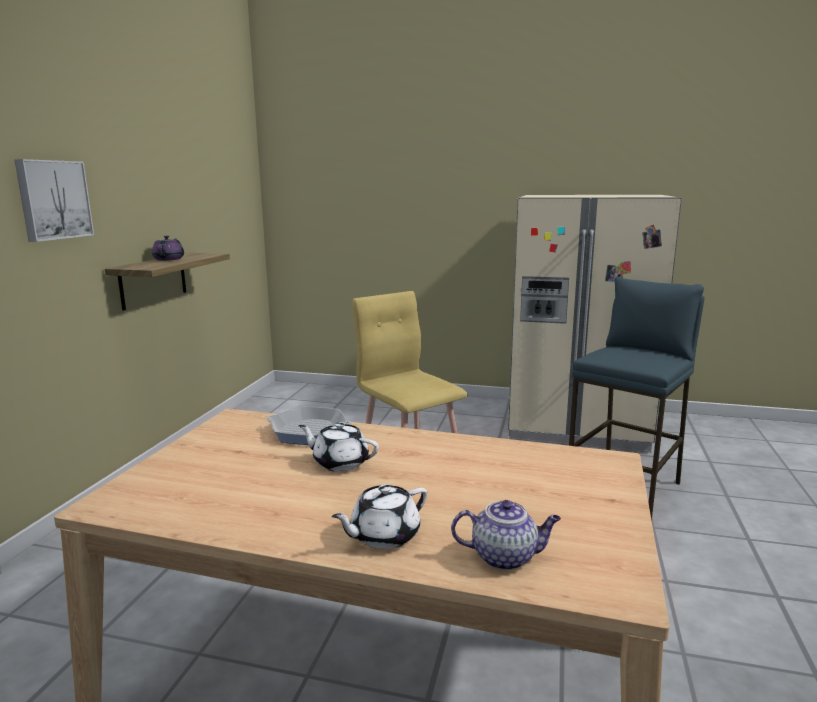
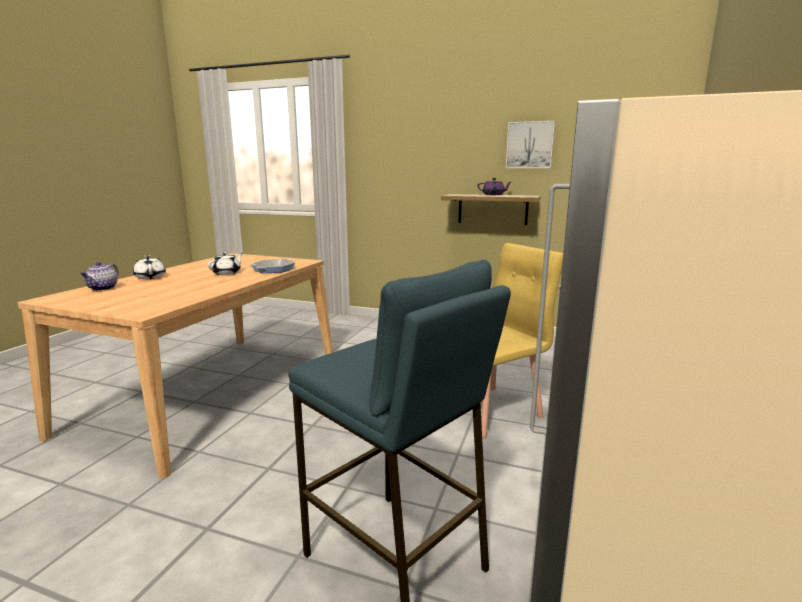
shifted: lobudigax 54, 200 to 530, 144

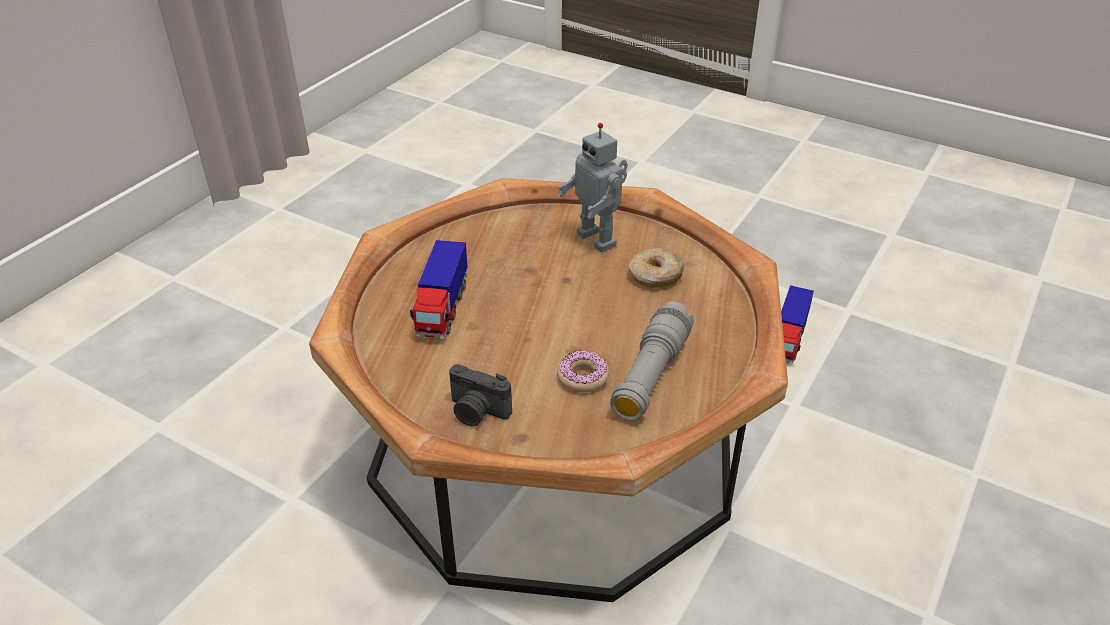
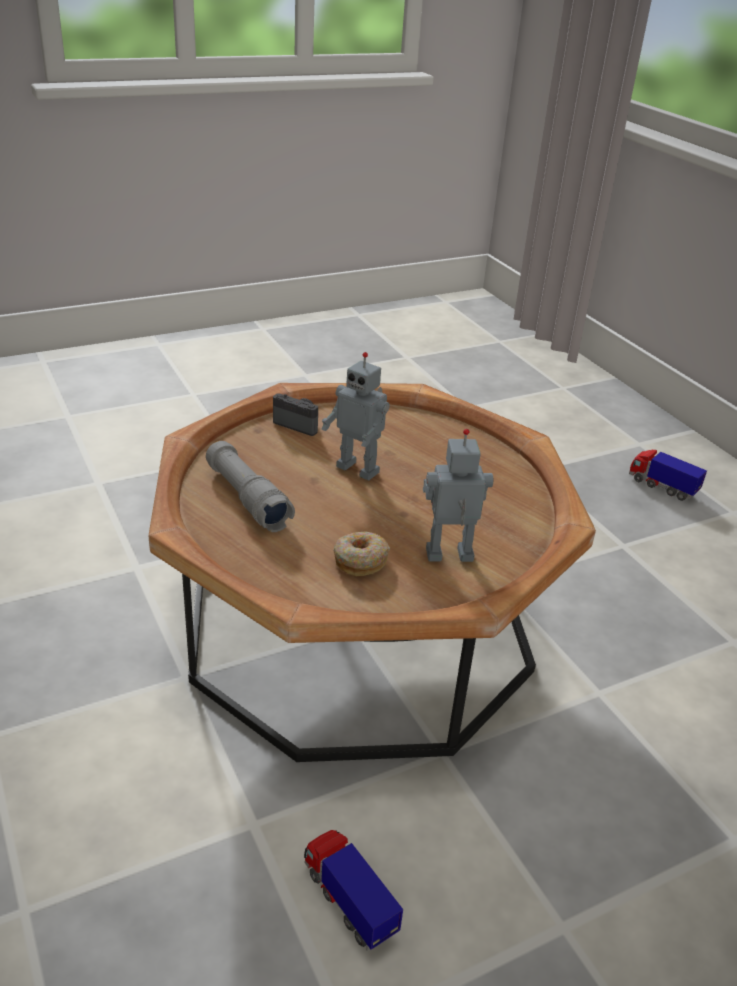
gone: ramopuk 583, 371
new: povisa 355, 416
shifted: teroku 439, 289 to 668, 475
rotated: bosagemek 480, 395 = 295, 414 60 degrees clockwise

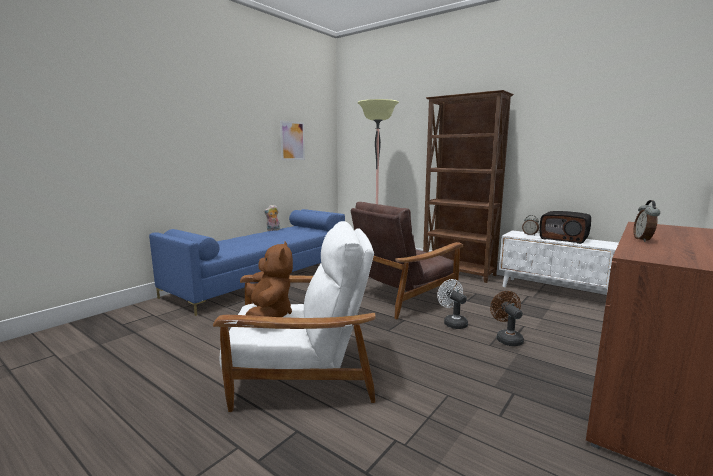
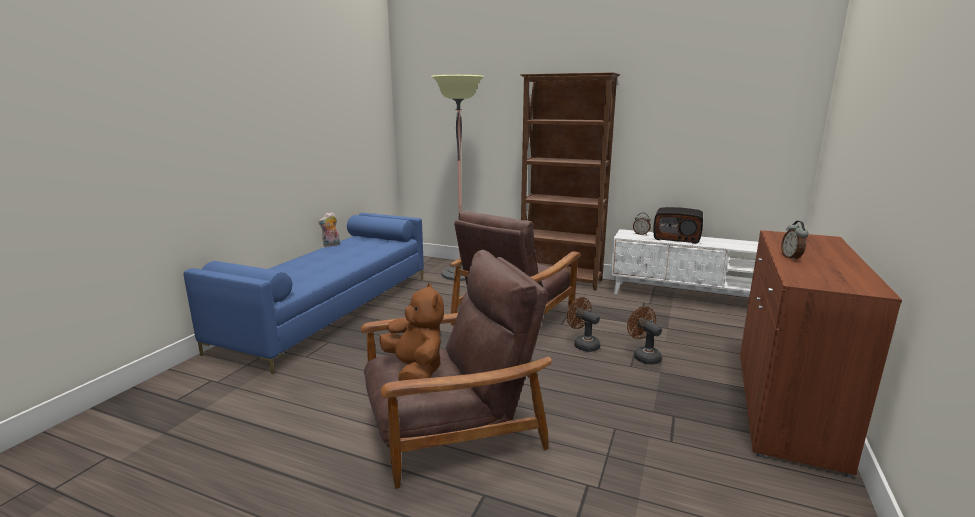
gone: lobudigax 292, 140
repainted: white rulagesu 294, 316 to brown rulagesu 456, 369; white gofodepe 452, 304 to brown gofodepe 583, 324

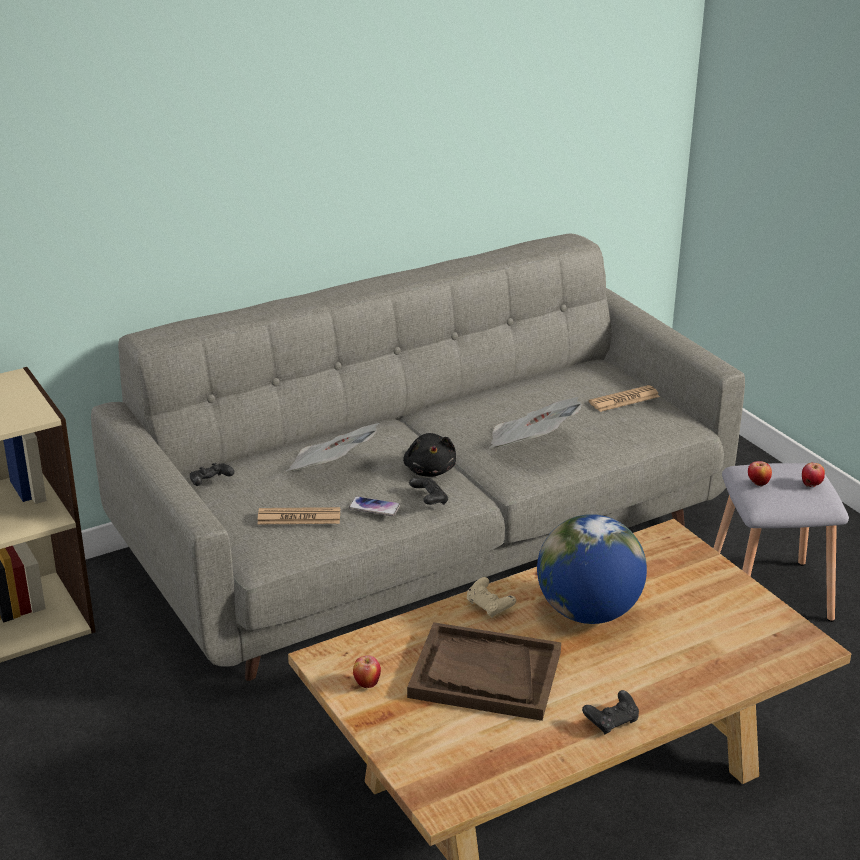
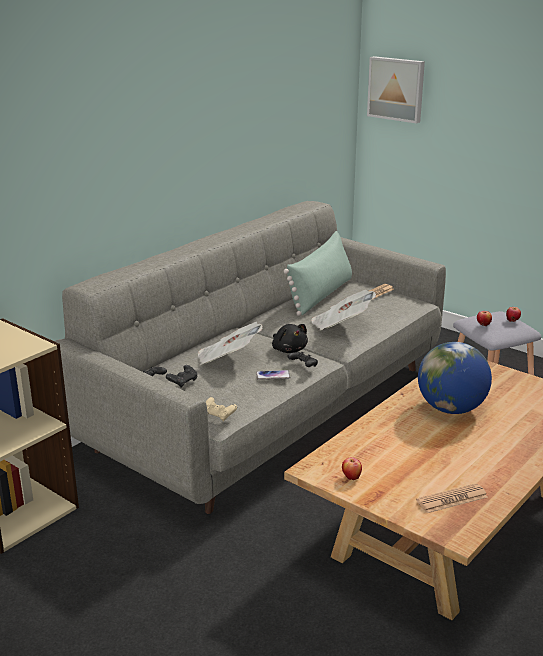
gone: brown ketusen 484, 671
new: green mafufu 318, 273; lobudigax 396, 90
shifted: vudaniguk 299, 515 to 452, 498; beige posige 491, 597 to 221, 409; black posige 610, 712 to 181, 376

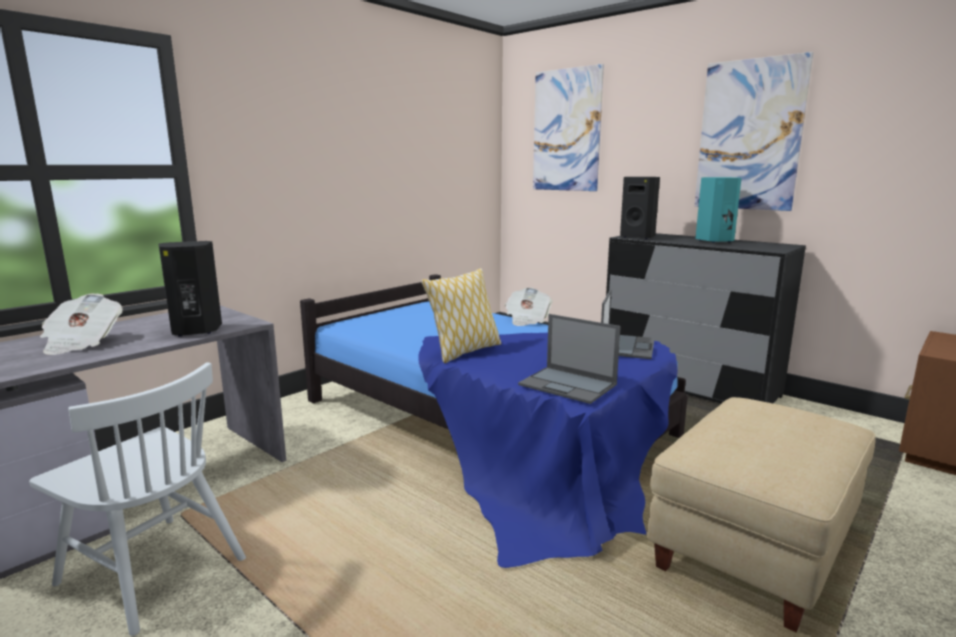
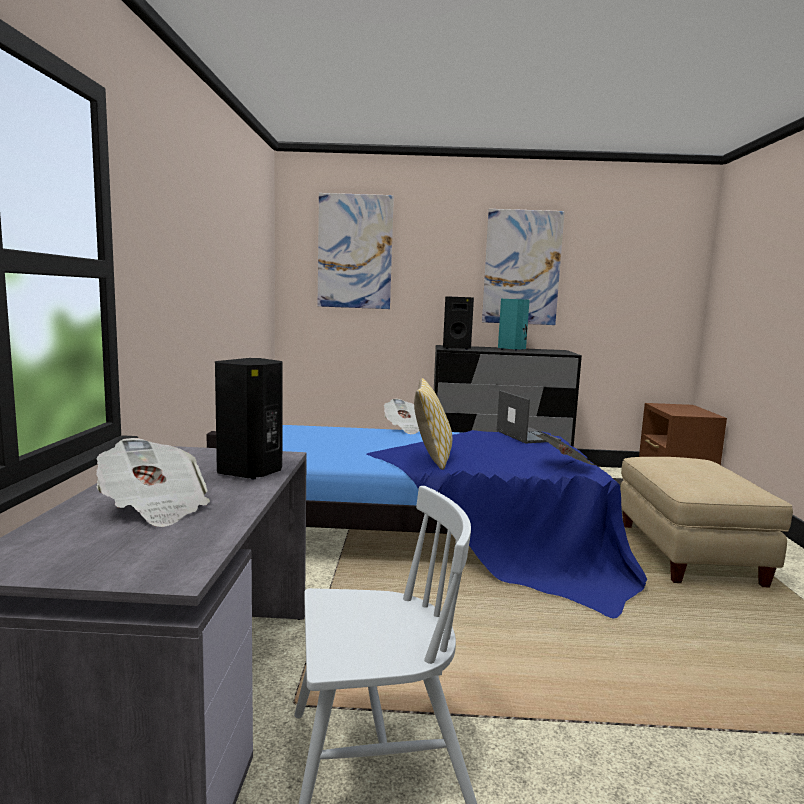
swapped: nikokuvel 569, 359 to vudaniguk 565, 449

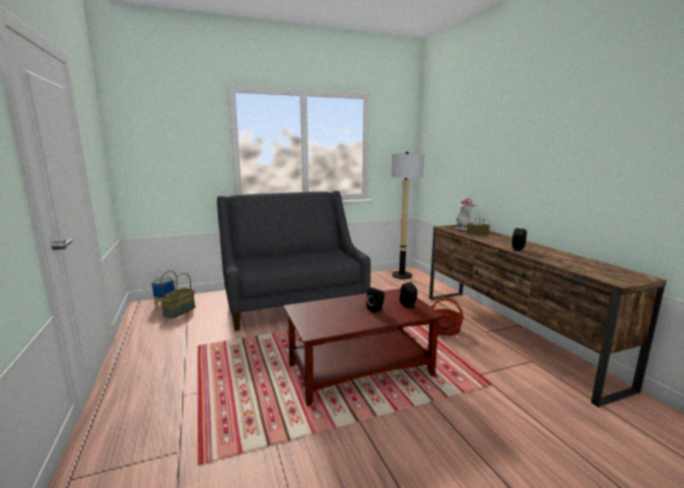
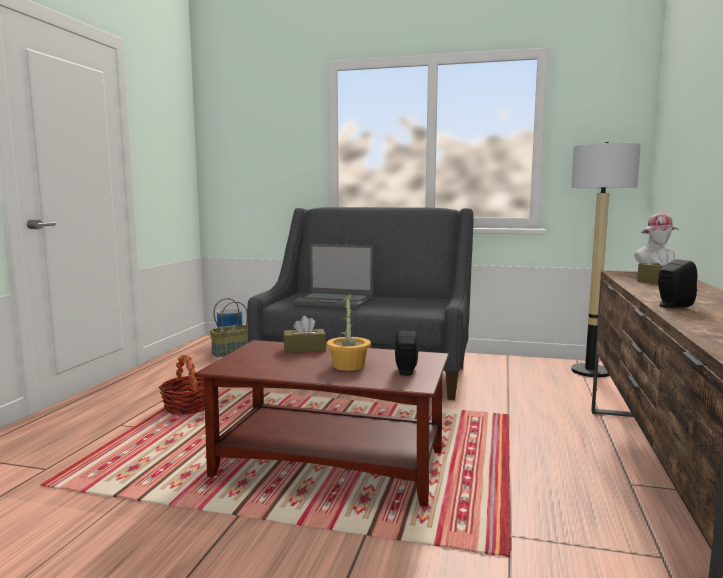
new: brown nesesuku 304, 334; nikokuvel 332, 276
shifted: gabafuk 448, 316 to 182, 385
swapped: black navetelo 375, 300 to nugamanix 348, 332

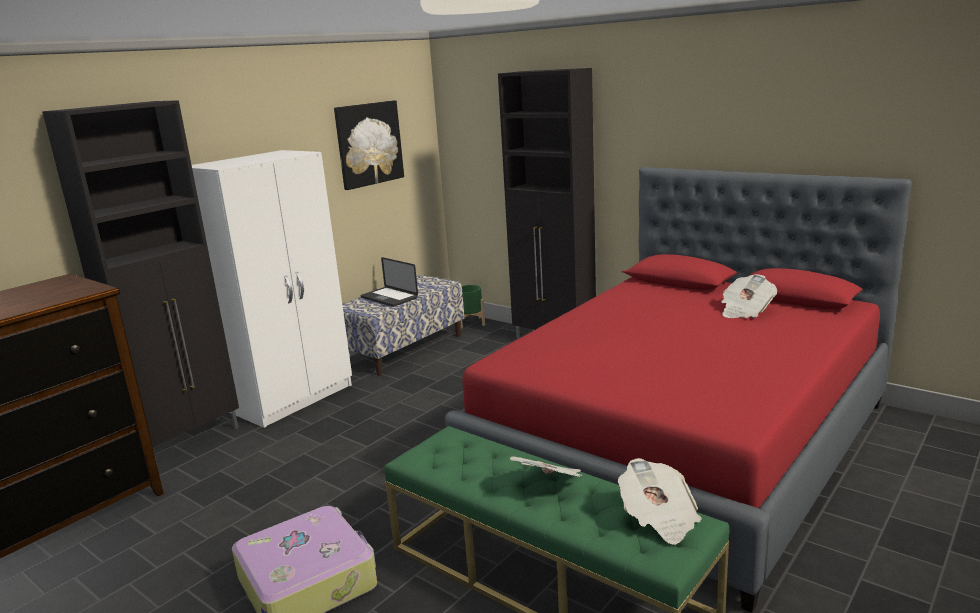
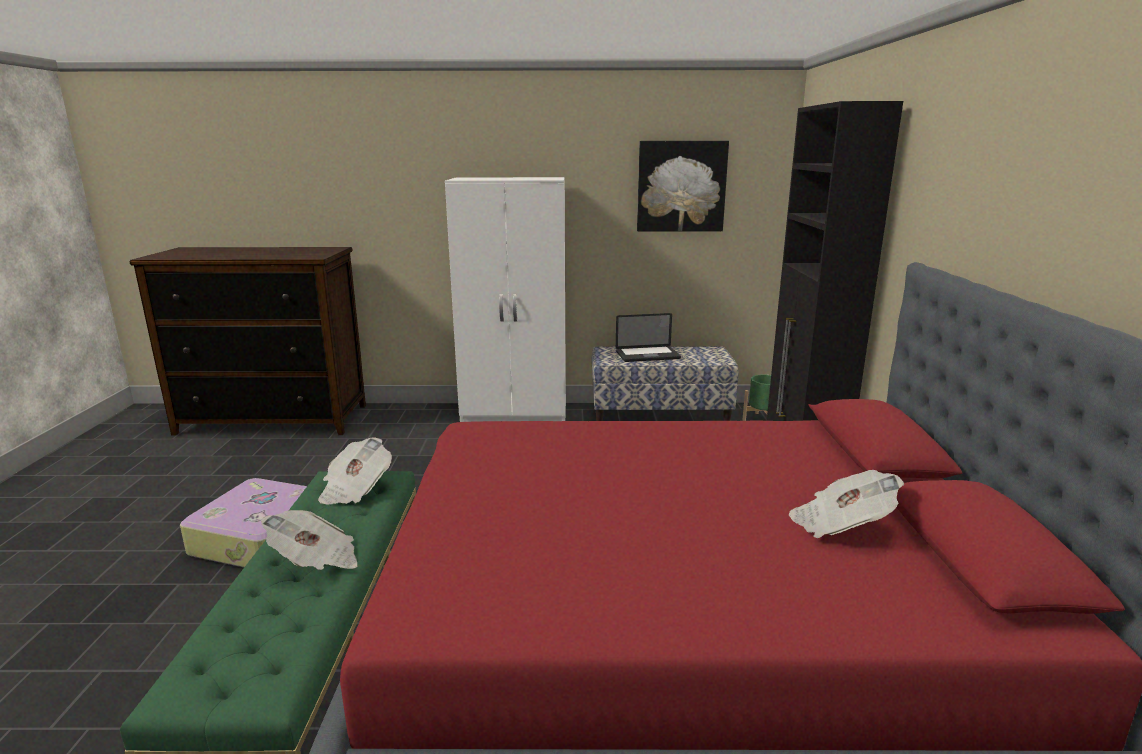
gone: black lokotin 140, 282
shifted: vudaniguk 660, 501 to 355, 470
rotated: nikokuvel 389, 282 = 648, 337 105 degrees counterclockwise

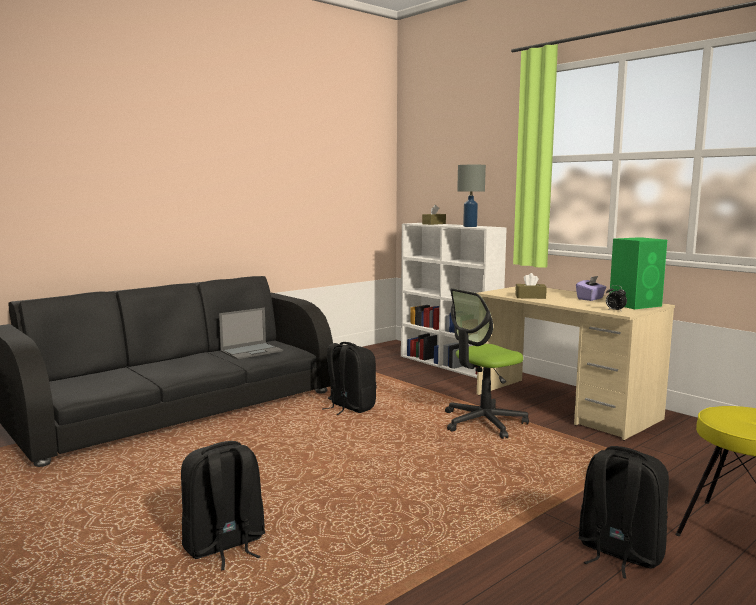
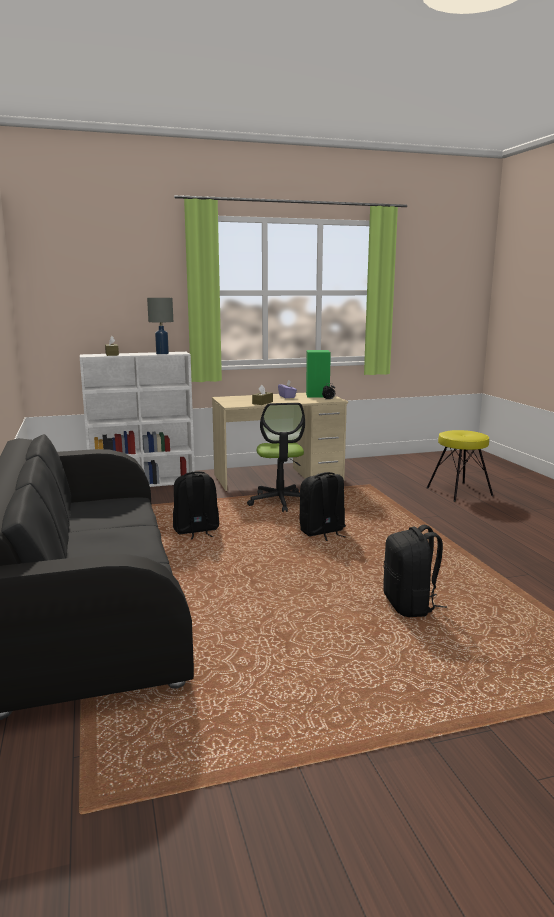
gone: nikokuvel 251, 334
shifted: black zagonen 623, 512 to 323, 506

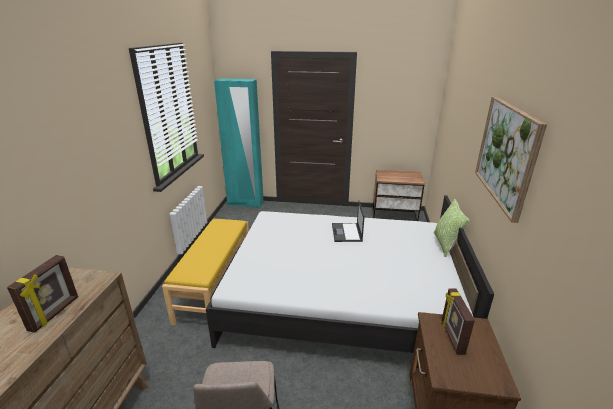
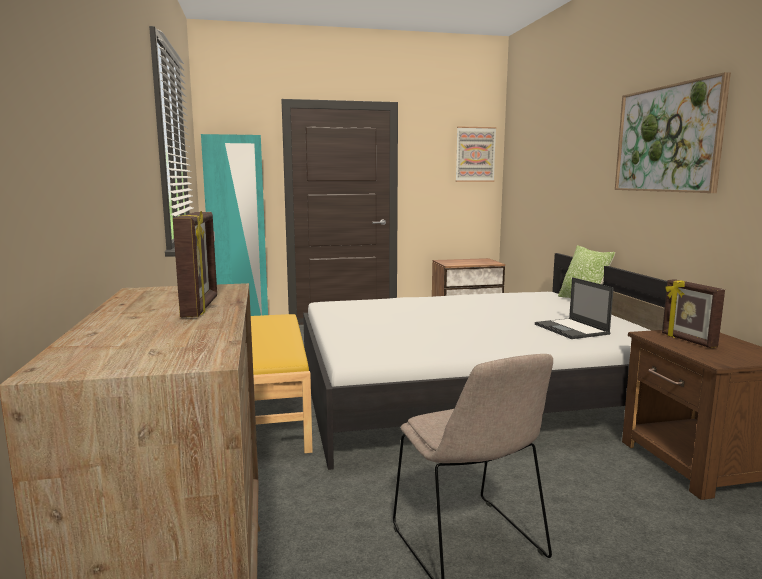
new: lobudigax 476, 154
shifted: nikokuvel 348, 221 to 574, 308

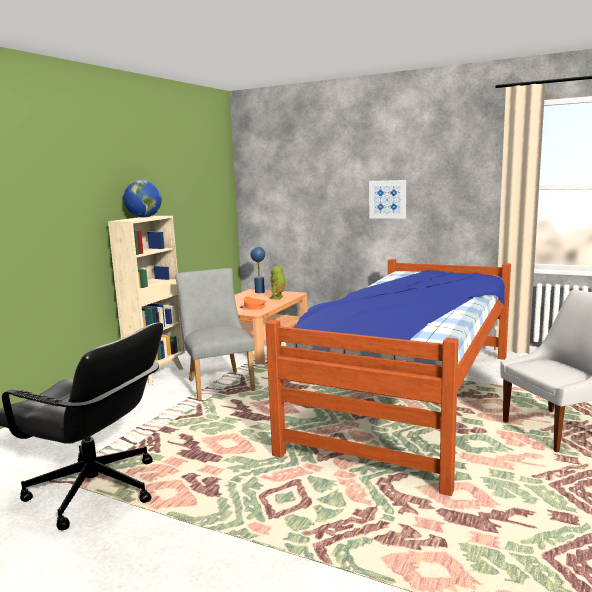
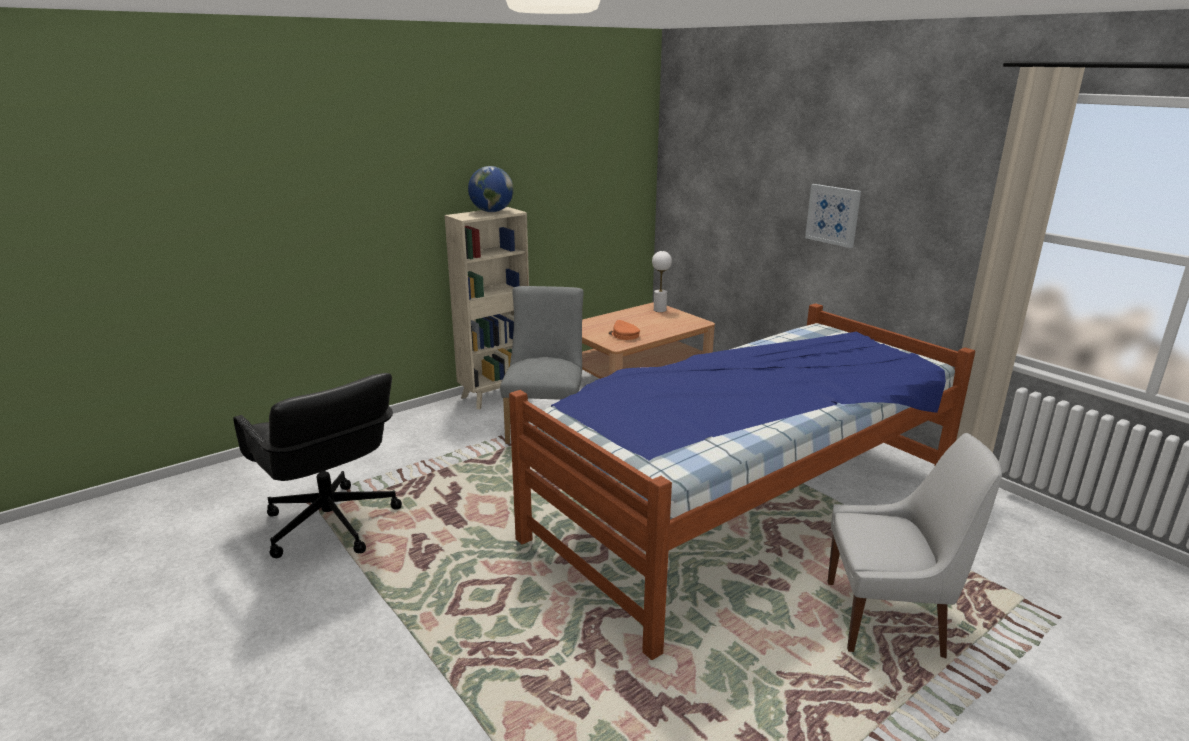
gone: povisa 277, 282
repainted: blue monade 257, 270 to white monade 662, 281

